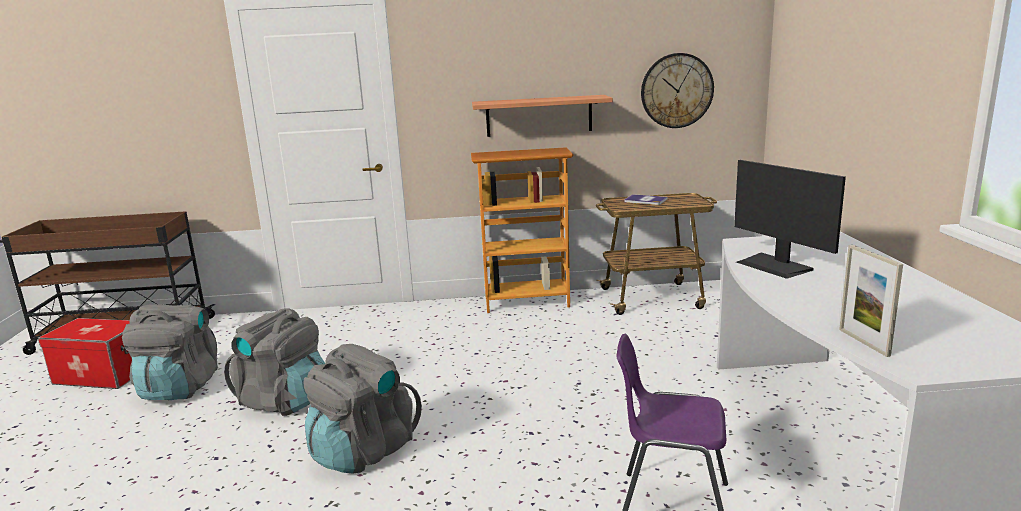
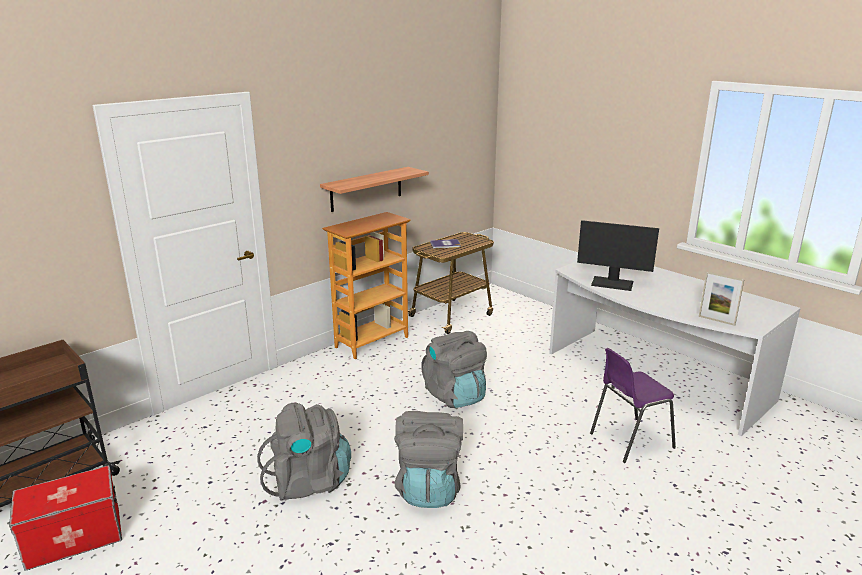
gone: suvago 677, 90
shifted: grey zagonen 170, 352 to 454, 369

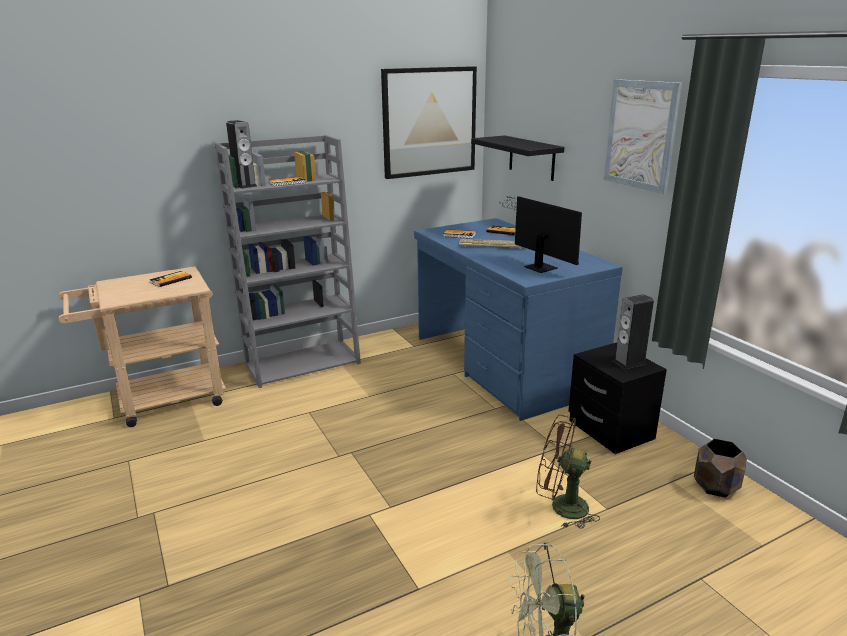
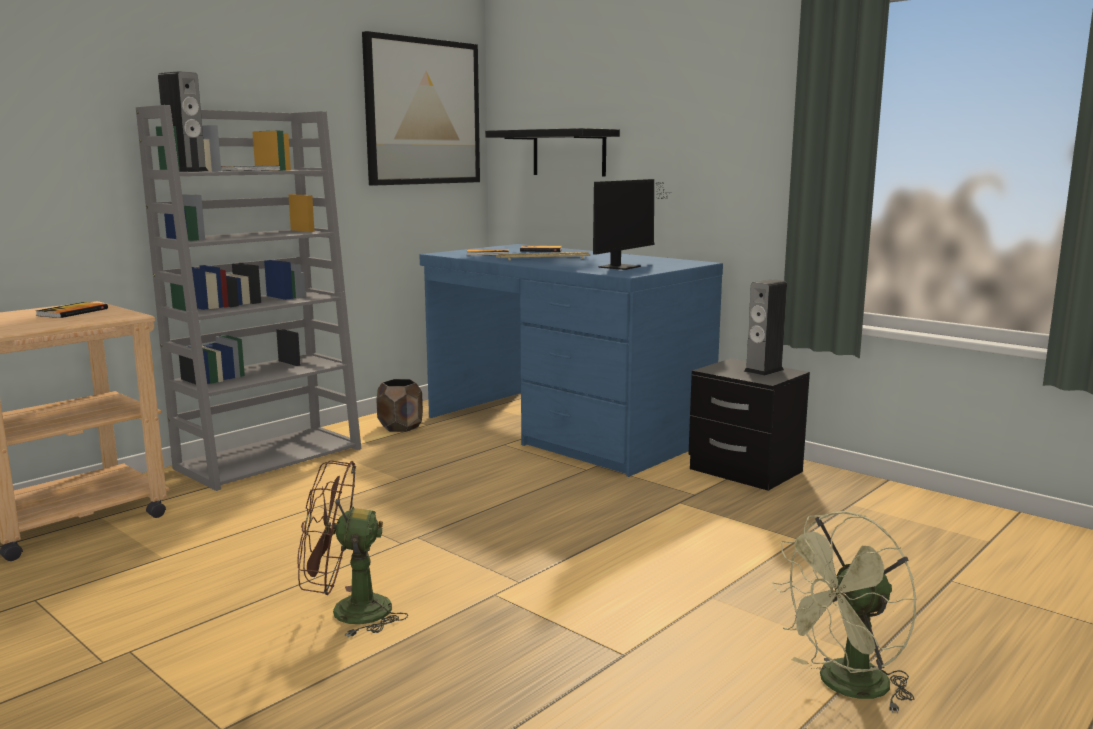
gone: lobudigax 642, 136
shifted: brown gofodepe 568, 472 to 353, 548; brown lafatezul 720, 468 to 399, 405
rotated: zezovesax 540, 234 = 632, 224 90 degrees clockwise

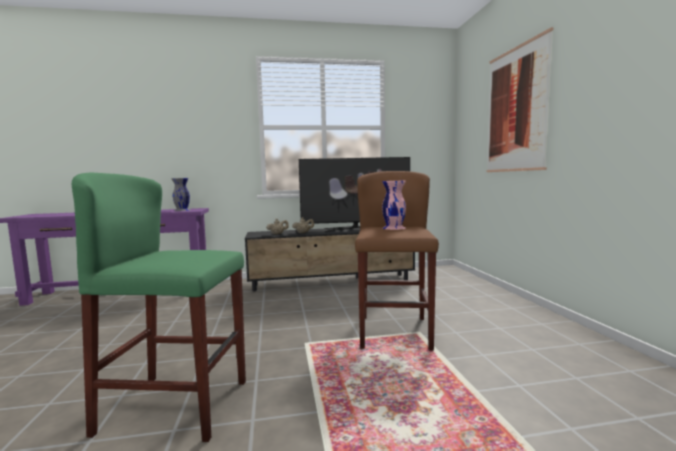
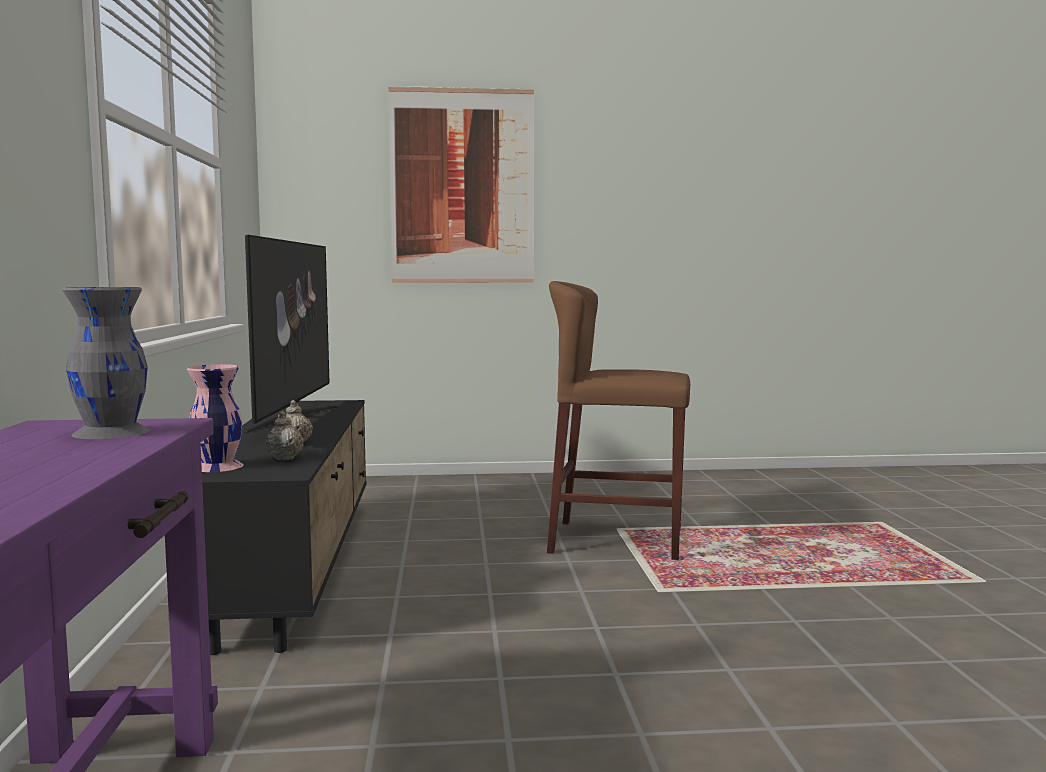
gone: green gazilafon 159, 307
shifted: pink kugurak 394, 205 to 215, 418

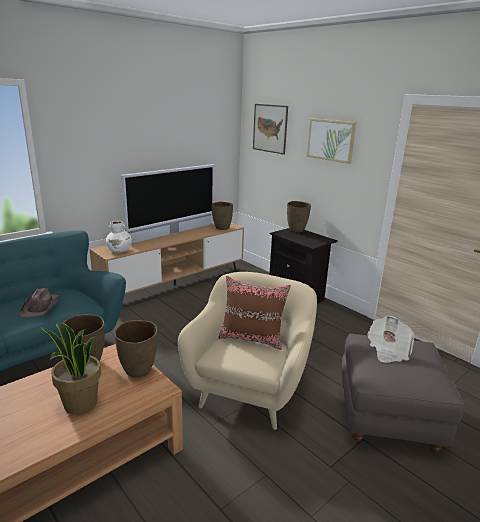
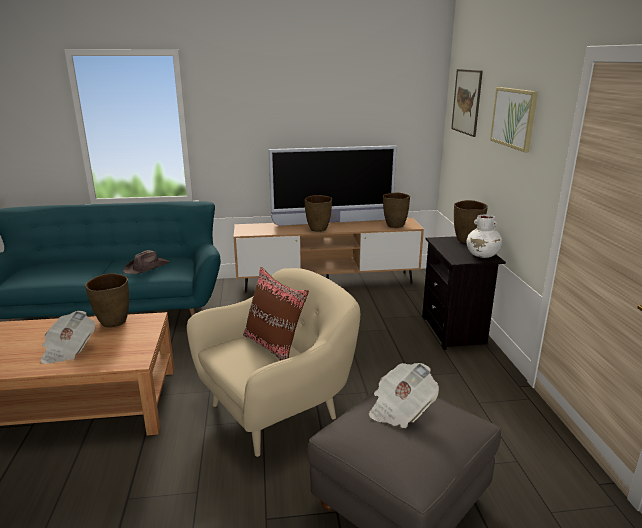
shifted: white kugurak 119, 237 to 484, 236; brown kugurak 136, 349 to 318, 213
swapped: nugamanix 70, 369 to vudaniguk 68, 337

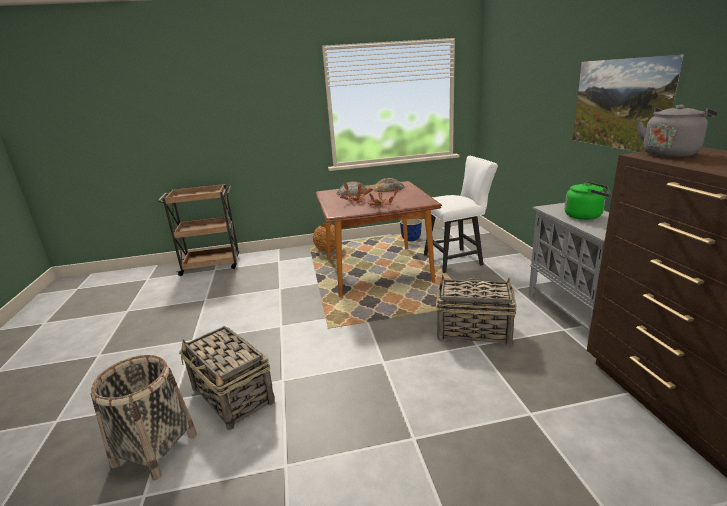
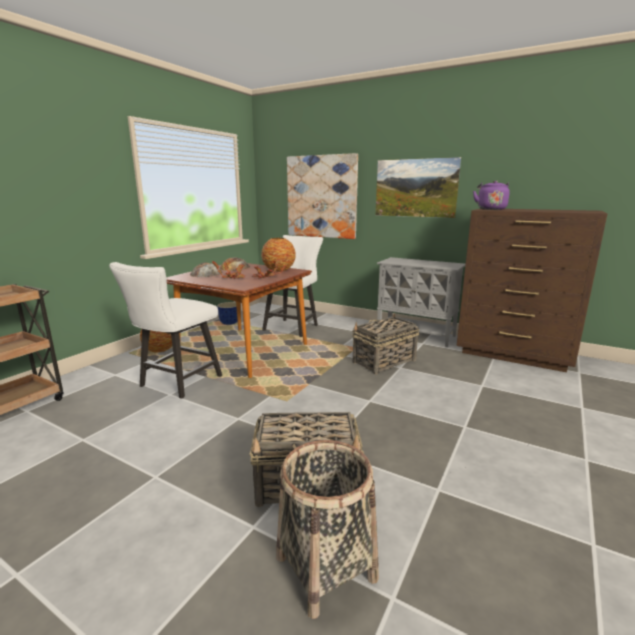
gone: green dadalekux 587, 200
new: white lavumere 165, 330; kugurak 278, 254; lobudigax 322, 196
repainted: grey dadalekux 677, 130 to purple dadalekux 491, 195

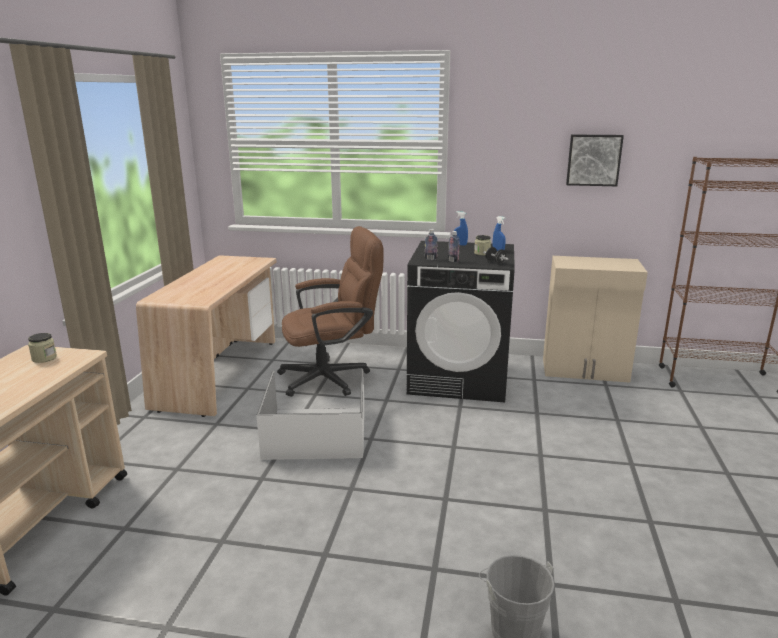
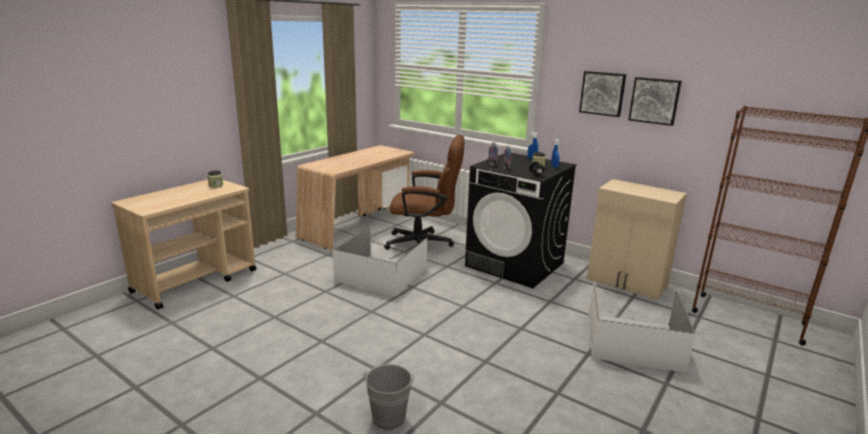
new: lobudigax 602, 94; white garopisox 642, 327

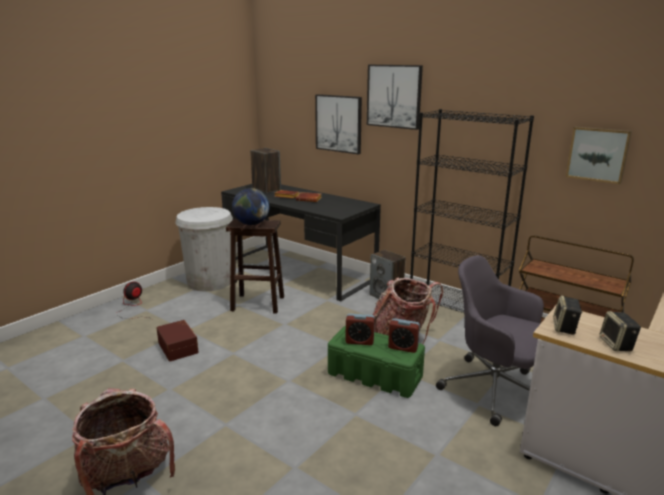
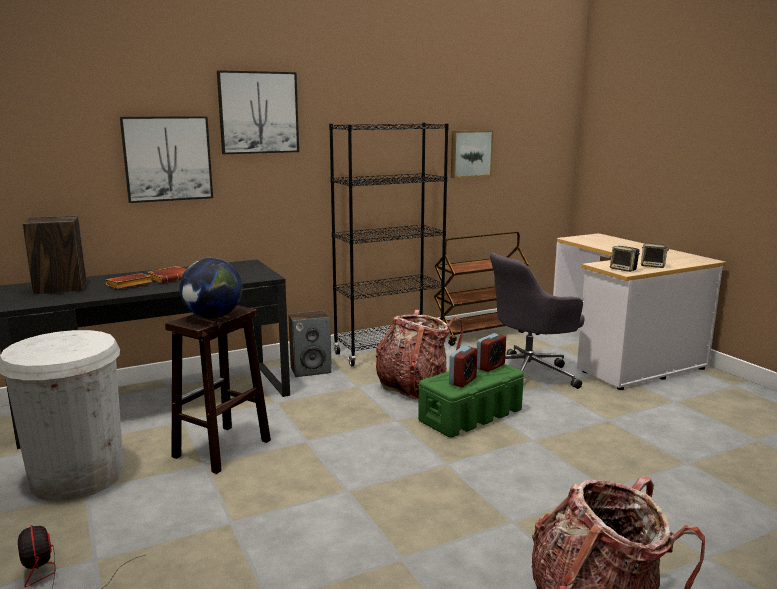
gone: brown garopisox 177, 341

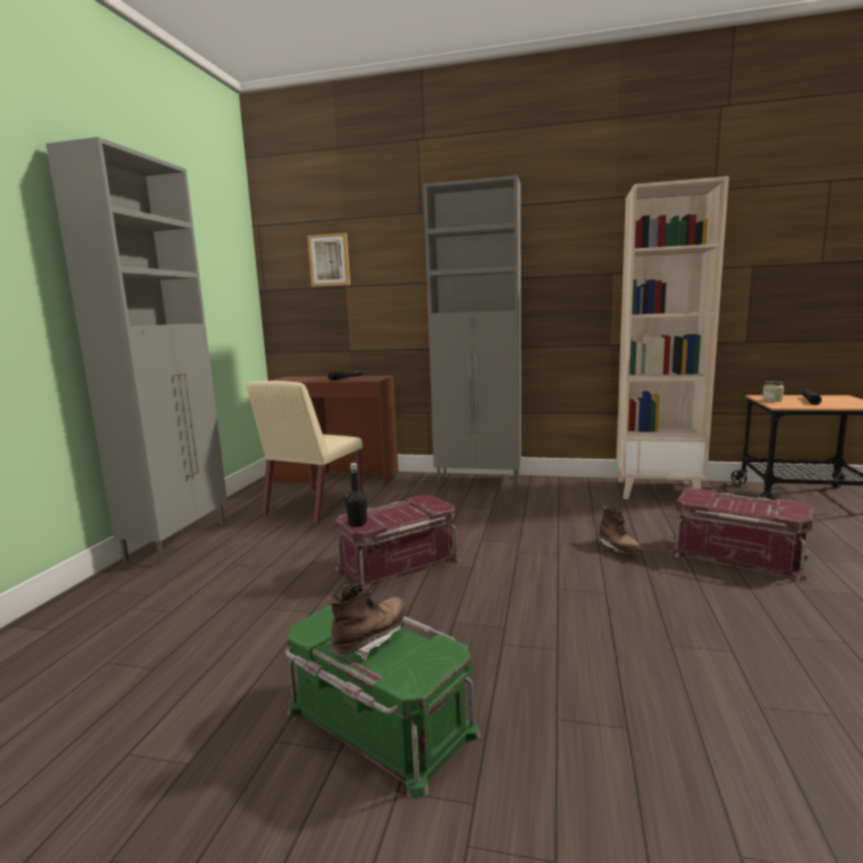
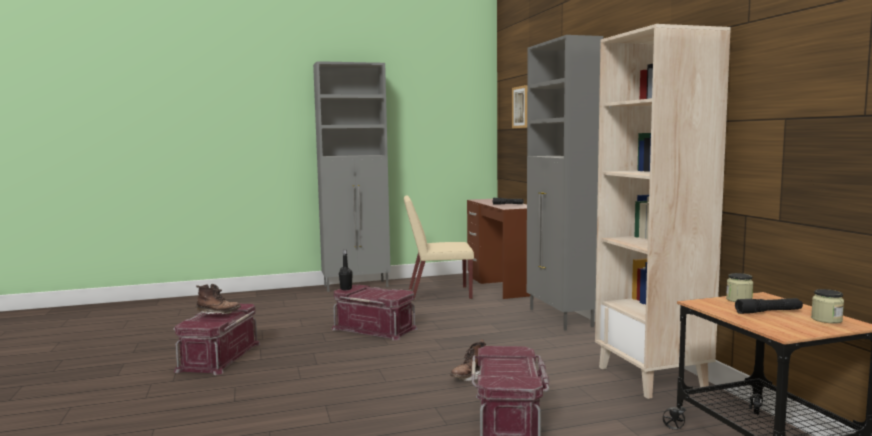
new: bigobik 827, 306
repainted: green garopisox 383, 699 to red garopisox 217, 339

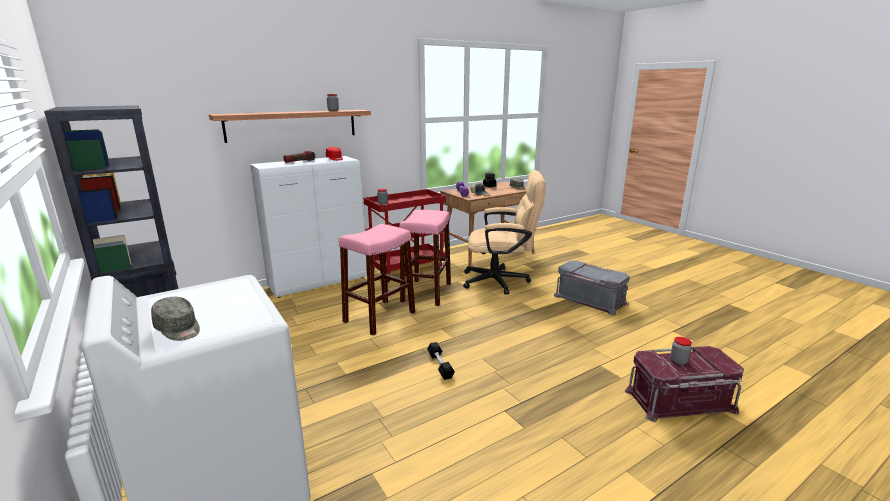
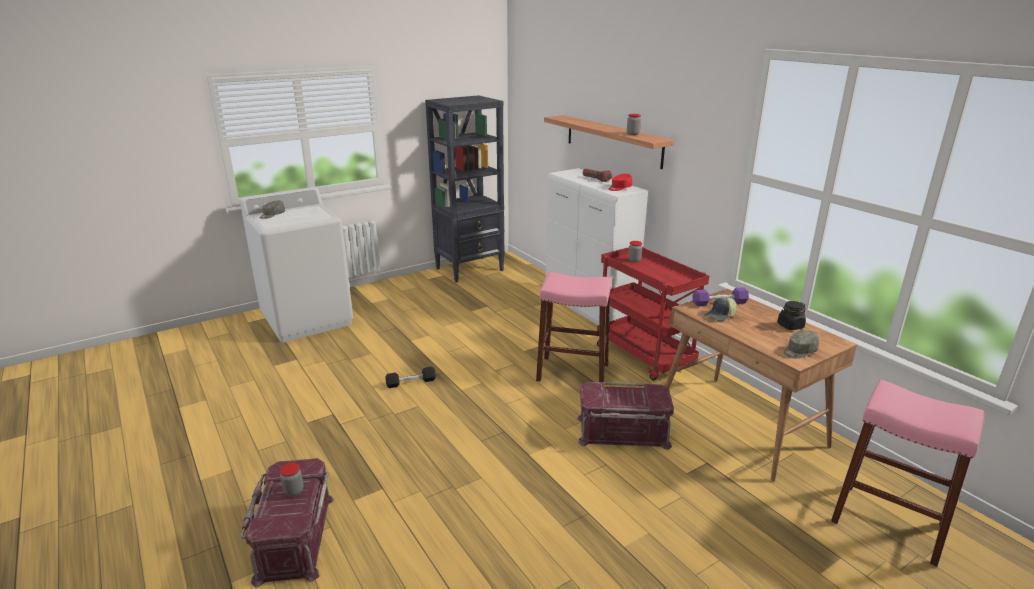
gone: grey garopisox 592, 287
shifted: pink gazilafon 377, 280 to 907, 473
swapped: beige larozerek 504, 232 to red garopisox 625, 416

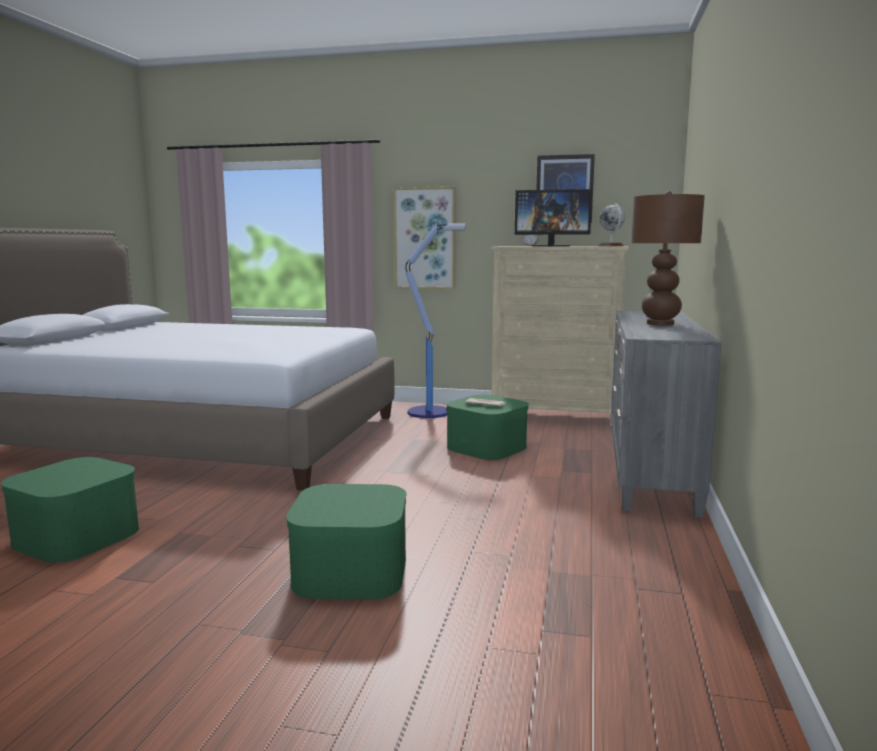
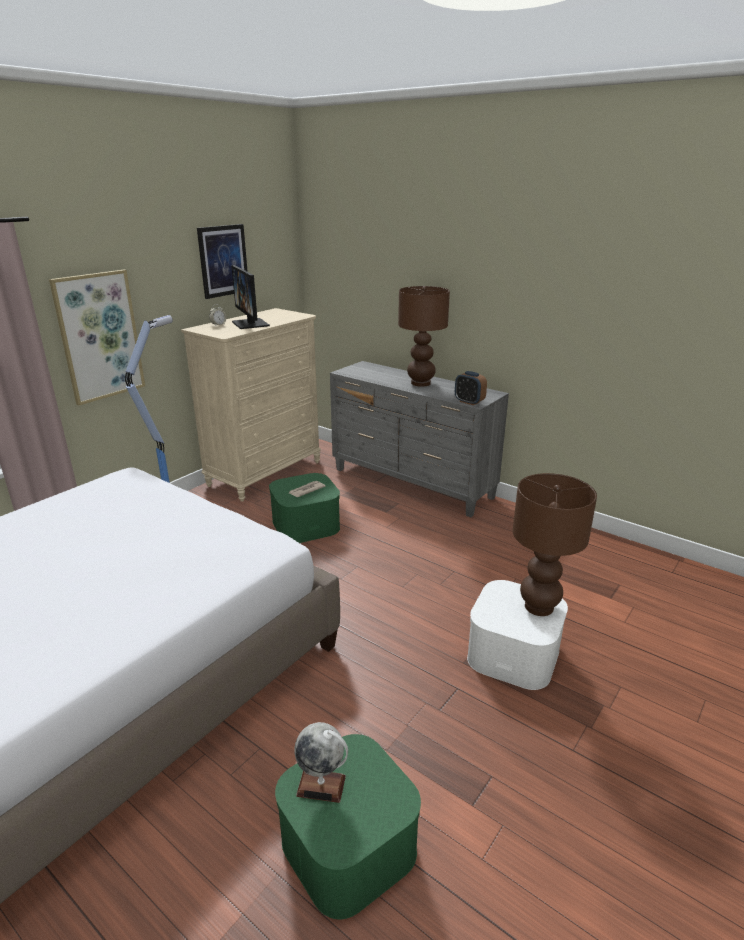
new: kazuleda 471, 388; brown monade 554, 544
shifted: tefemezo 611, 225 to 321, 762
repainted: green garopisox 346, 542 to white garopisox 517, 635
rotated: zezovesax 553, 217 = 250, 297 120 degrees clockwise

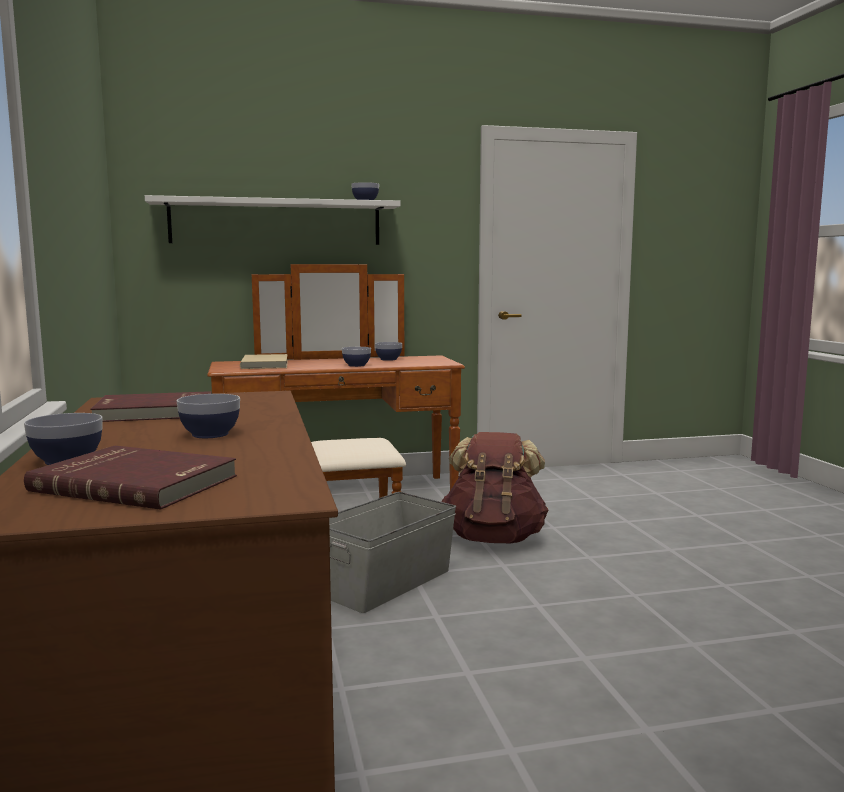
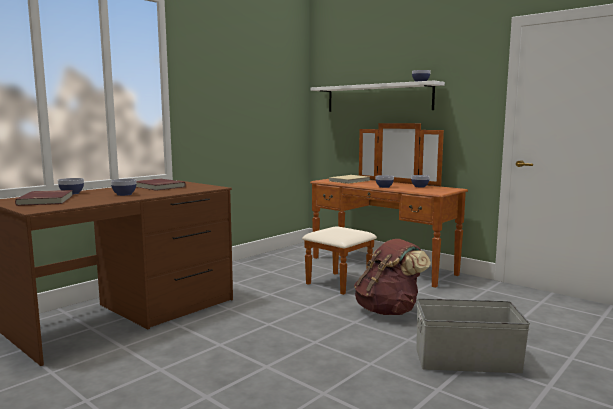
shifted: grey garopisox 392, 552 to 473, 335

